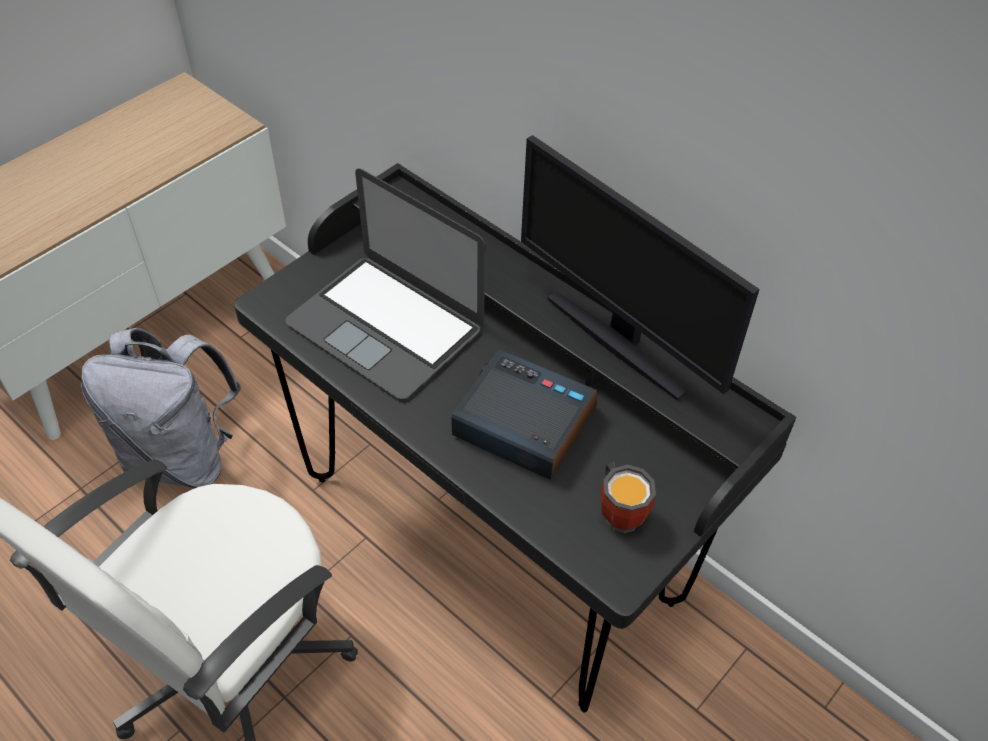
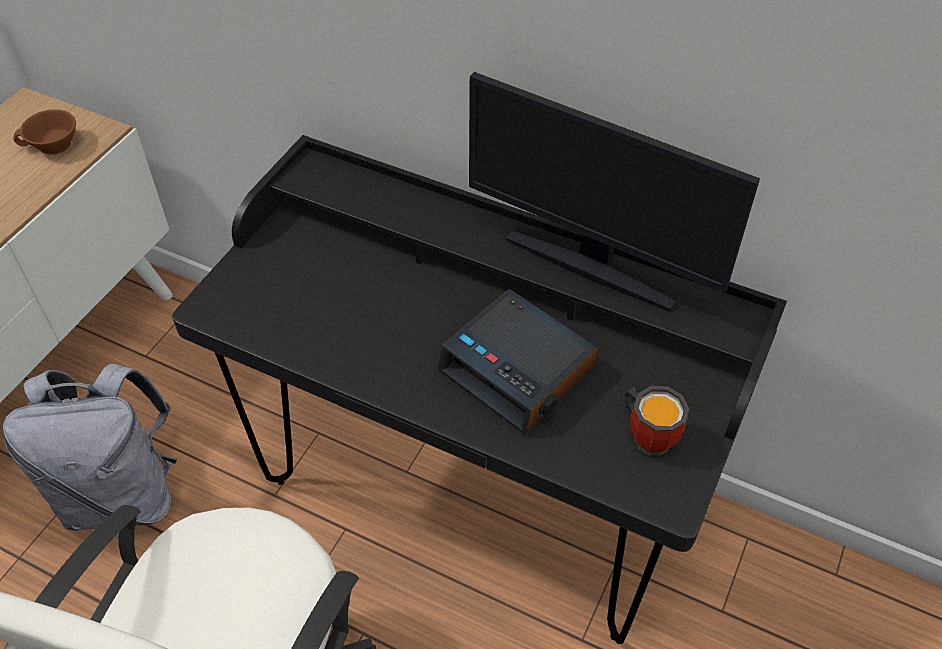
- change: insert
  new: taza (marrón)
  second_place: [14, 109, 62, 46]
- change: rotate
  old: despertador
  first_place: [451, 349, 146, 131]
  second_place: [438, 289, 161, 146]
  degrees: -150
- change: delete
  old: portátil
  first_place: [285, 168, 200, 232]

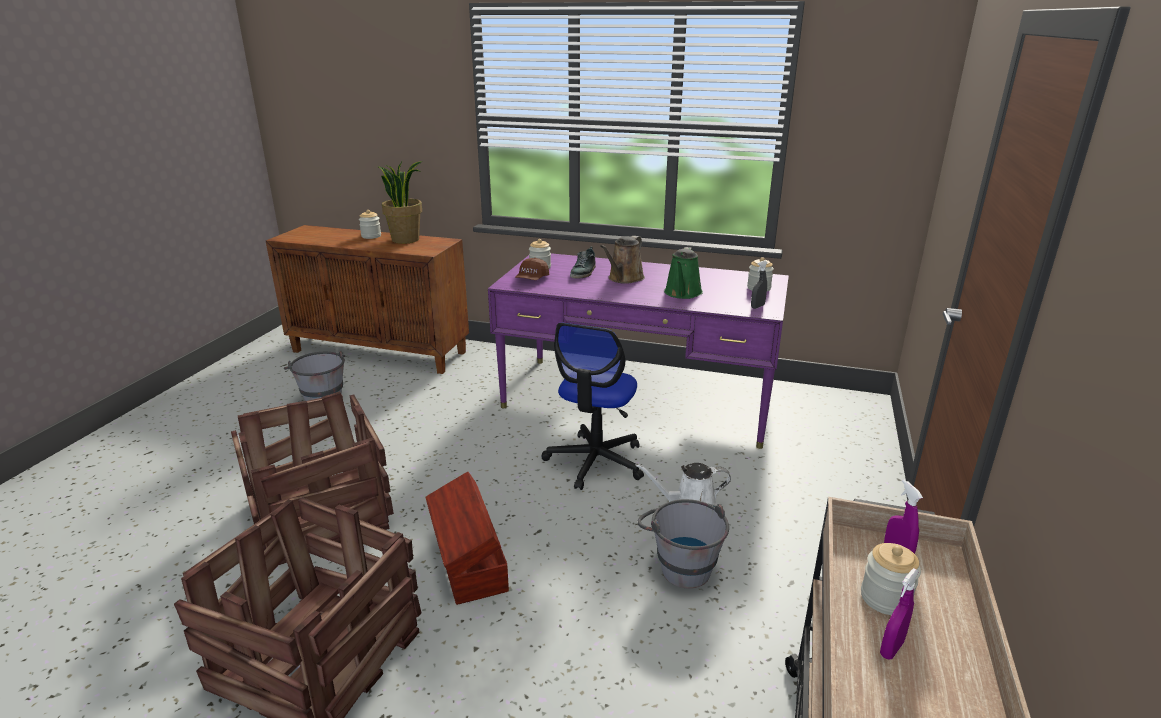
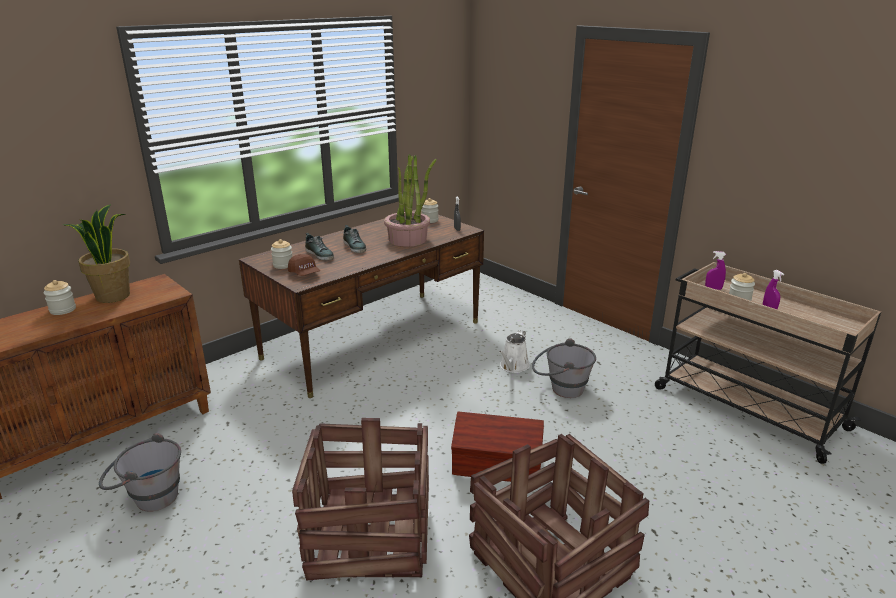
- change: recolor
  old: escritorio (morado)
  new: escritorio (marrón)
  first_place: [488, 253, 301, 196]
  second_place: [239, 210, 245, 188]
- change: replace
  old: regadera (marrón)
  new: zapato
  first_place: [600, 236, 45, 48]
  second_place: [343, 225, 23, 28]
- change: replace
  old: regadera (verde)
  new: planta en maceta
  first_place: [664, 247, 39, 52]
  second_place: [384, 154, 53, 93]
- change: delete
  old: silla de oficina
  first_place: [542, 323, 102, 167]

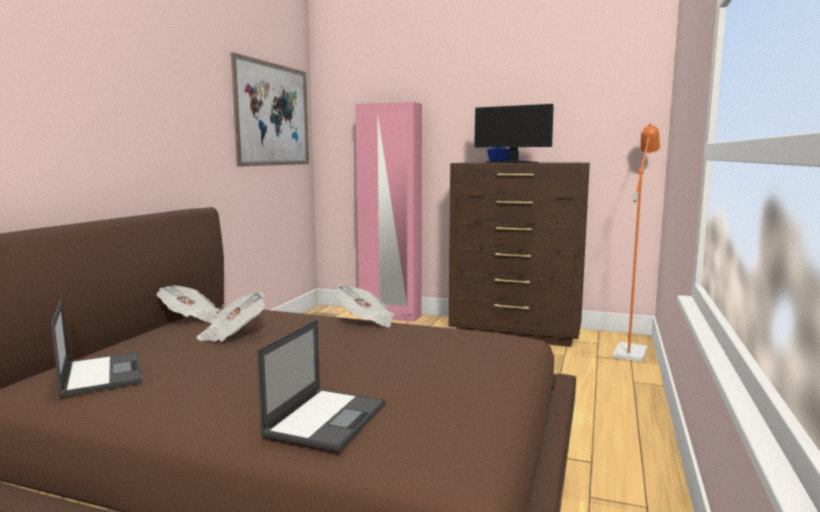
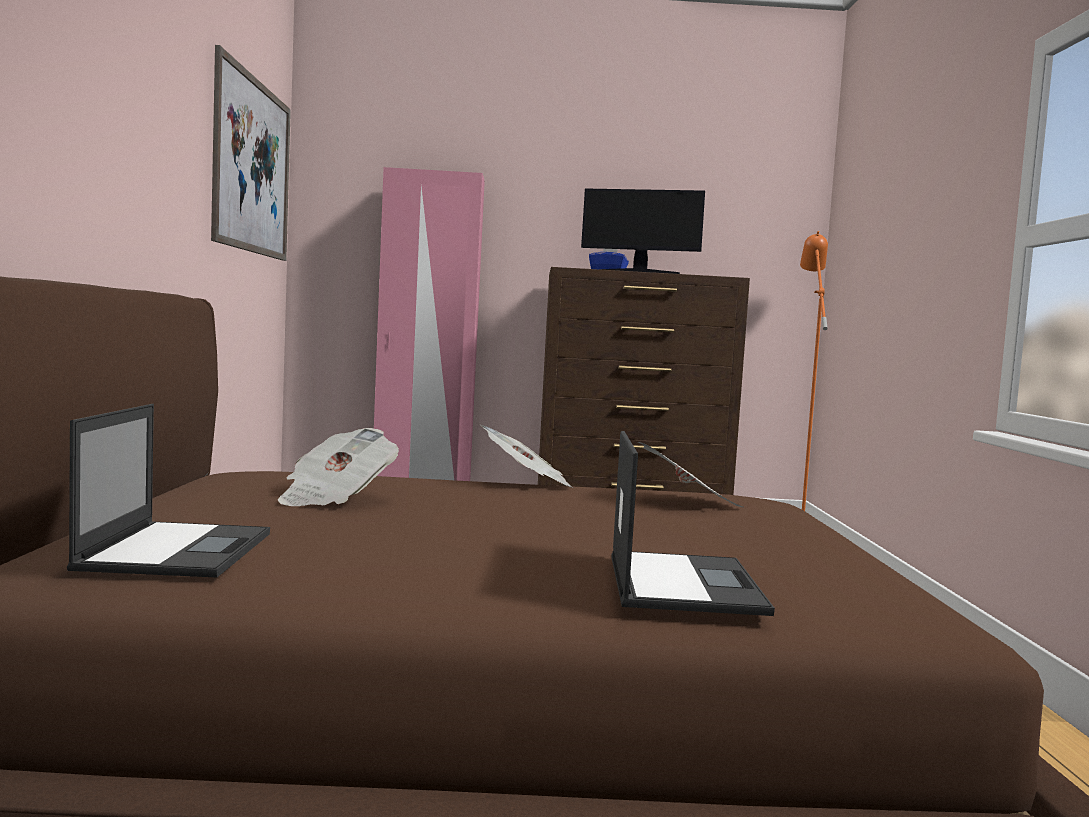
- change: rotate
  old: portátil
  first_place: [51, 300, 91, 97]
  second_place: [67, 404, 203, 174]
  degrees: 45
- change: move
  old: periódico
  first_place: [157, 286, 63, 36]
  second_place: [637, 442, 107, 65]

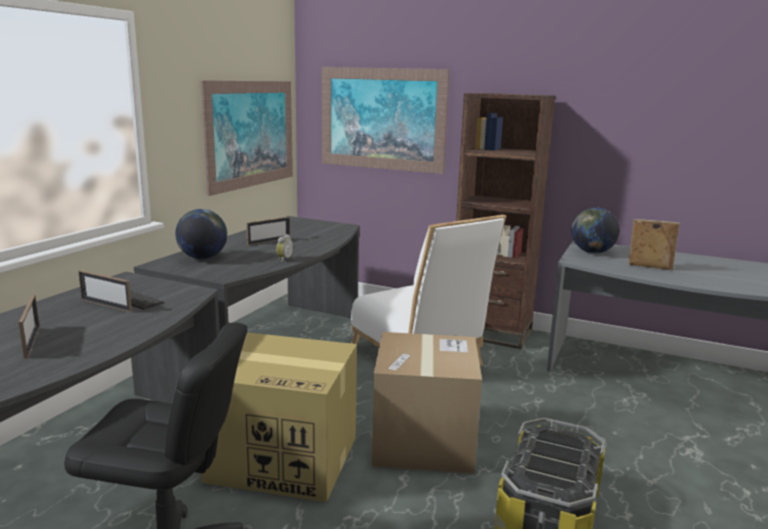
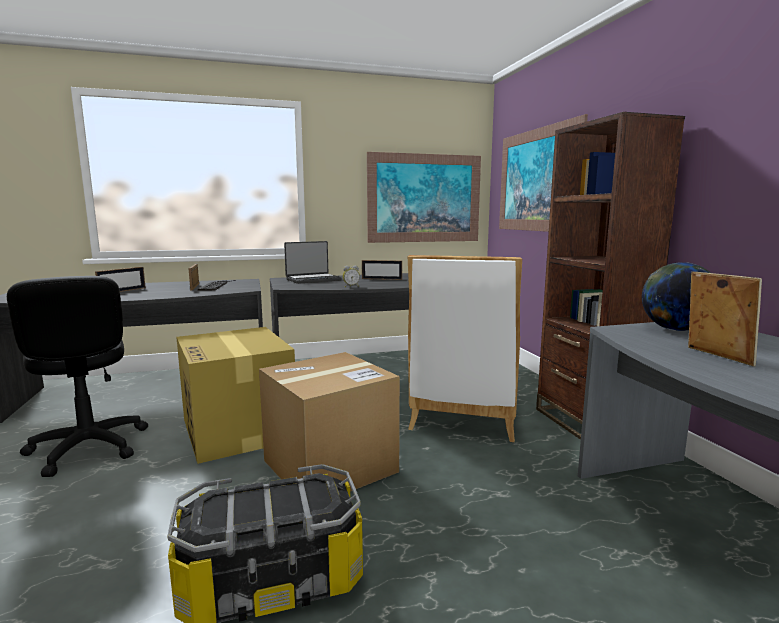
- change: replace
  old: globo terráqueo
  new: portátil
  first_place: [175, 209, 52, 50]
  second_place: [284, 241, 58, 43]

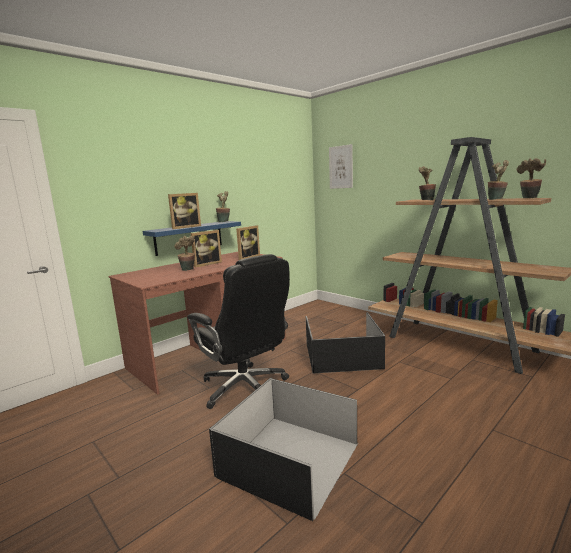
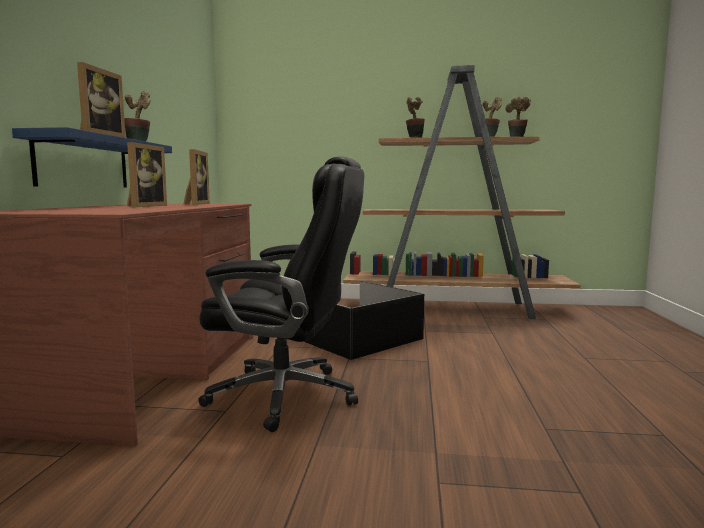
- change: delete
  old: planta en maceta
  first_place: [174, 236, 21, 35]
- change: delete
  old: caja de almacenaje (negro)
  first_place: [209, 378, 149, 143]
- change: delete
  old: cuadro
  first_place: [329, 144, 24, 45]

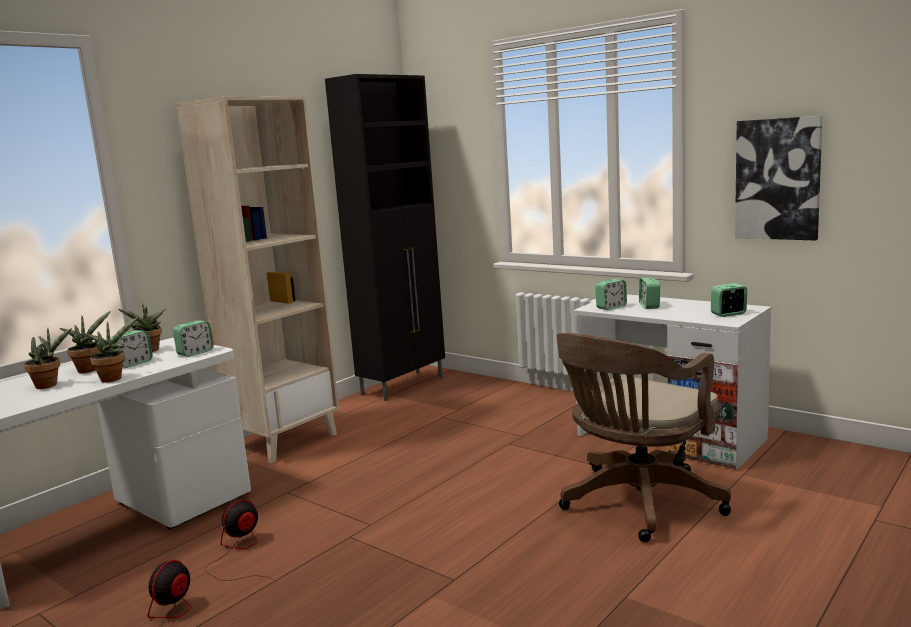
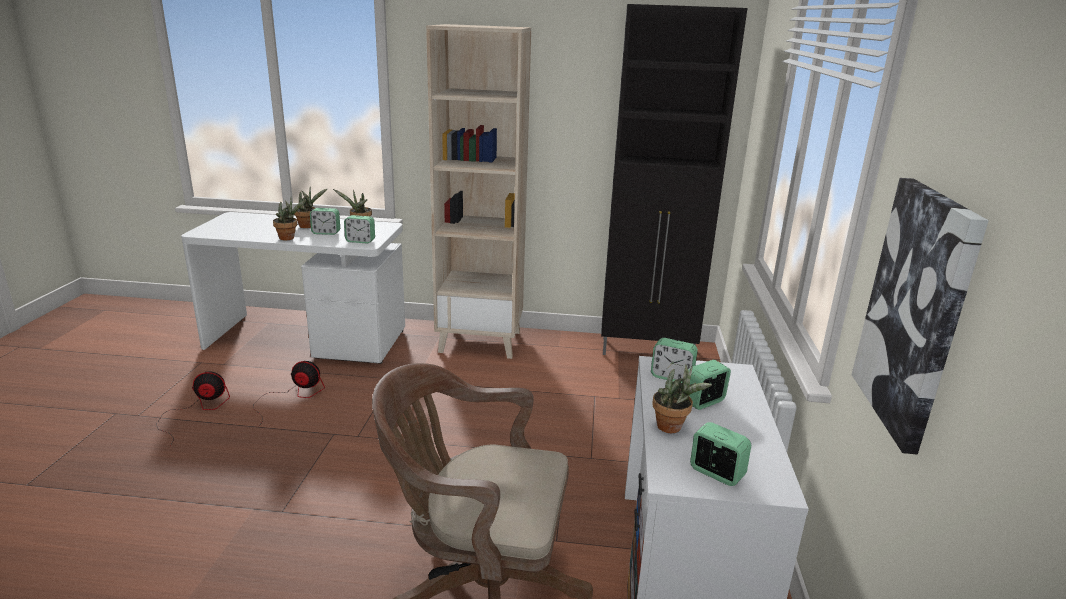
- change: move
  old: planta en maceta
  first_place: [24, 328, 48, 61]
  second_place: [652, 364, 60, 69]

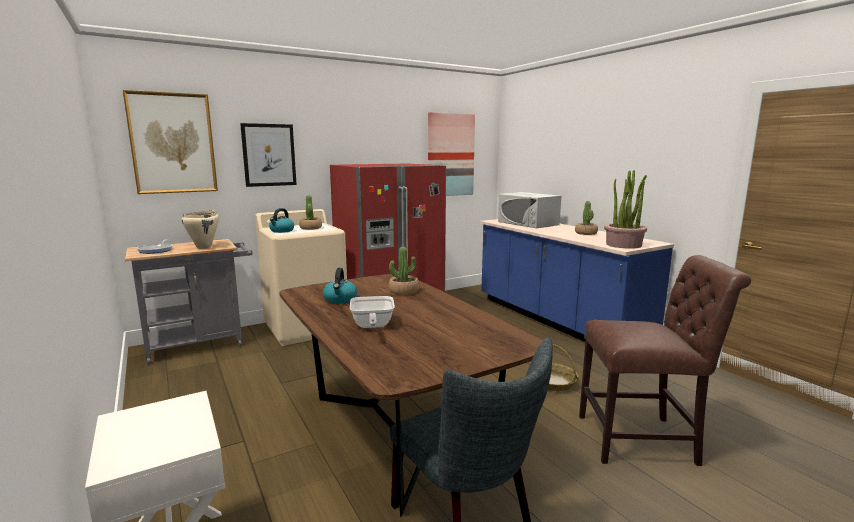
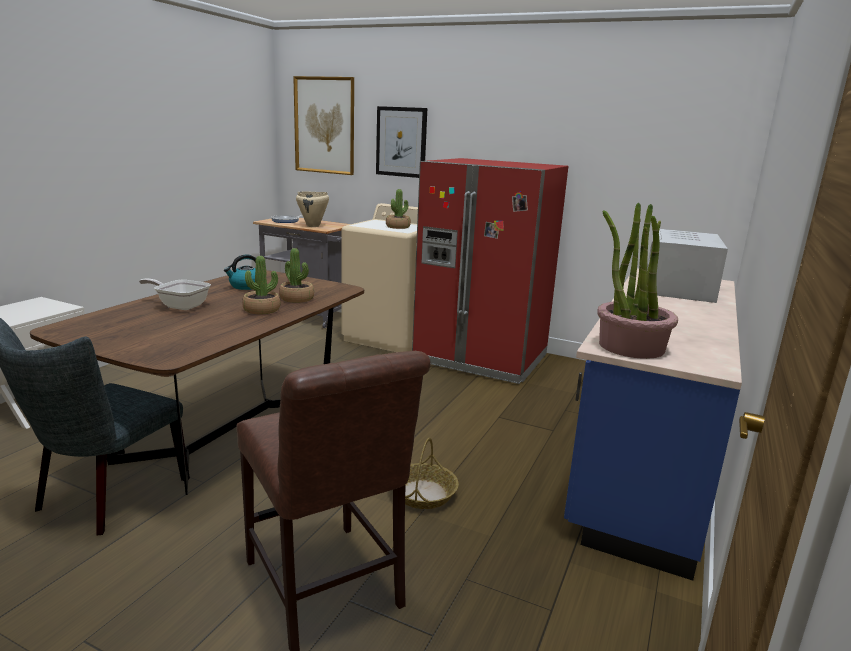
- change: rotate
  old: sartén
  first_place: [350, 296, 45, 32]
  second_place: [139, 278, 72, 32]
  degrees: 60
- change: move
  old: planta en maceta
  first_place: [575, 201, 23, 34]
  second_place: [242, 256, 38, 58]
- change: delete
  old: hervidor
  first_place: [269, 208, 25, 25]
- change: delete
  old: cuadro
  first_place: [428, 112, 47, 84]

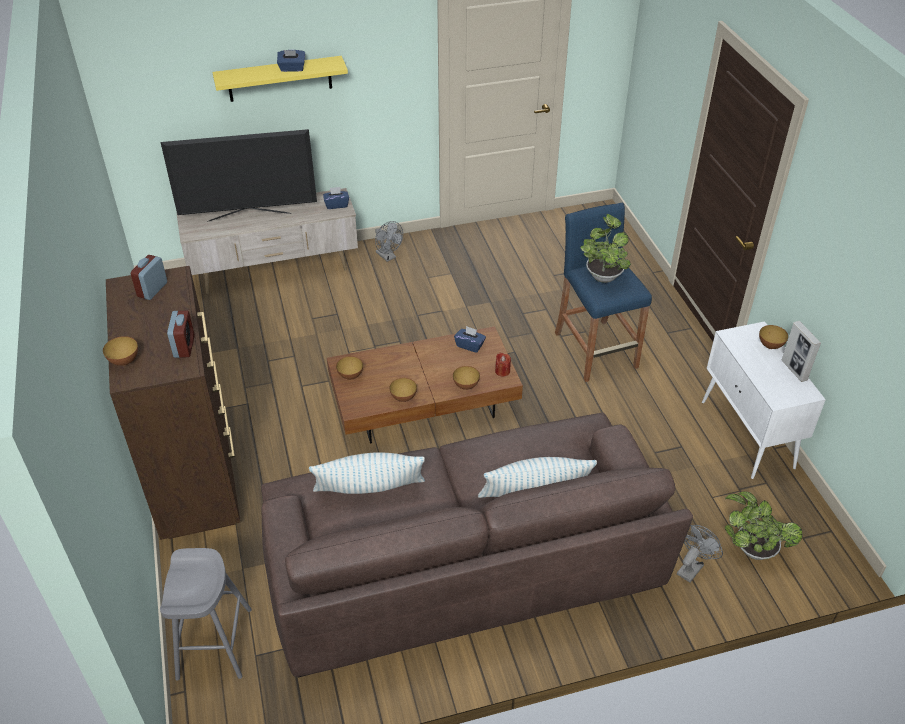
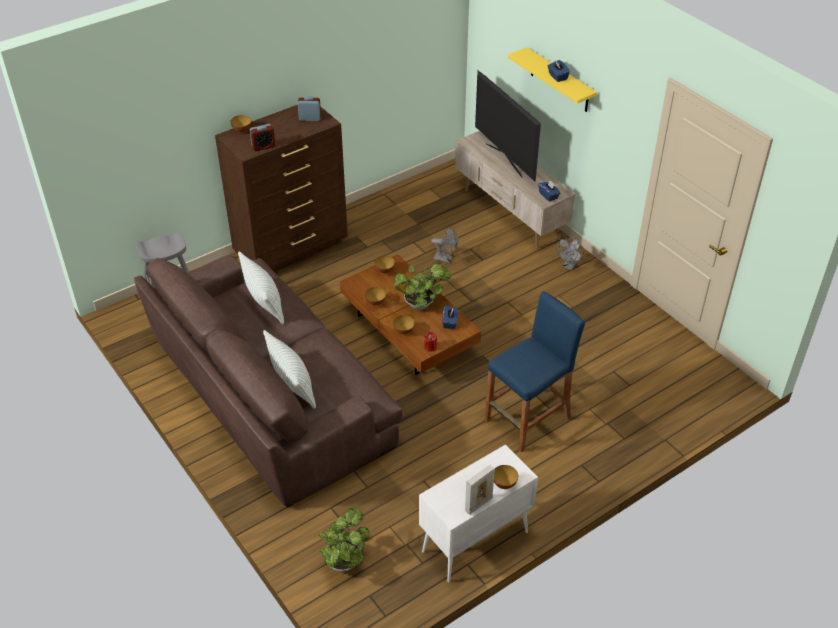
- change: move
  old: planta en maceta
  first_place: [580, 214, 51, 69]
  second_place: [394, 264, 57, 46]
- change: move
  old: ventilador (gris)
  first_place: [677, 525, 46, 57]
  second_place: [431, 228, 27, 35]

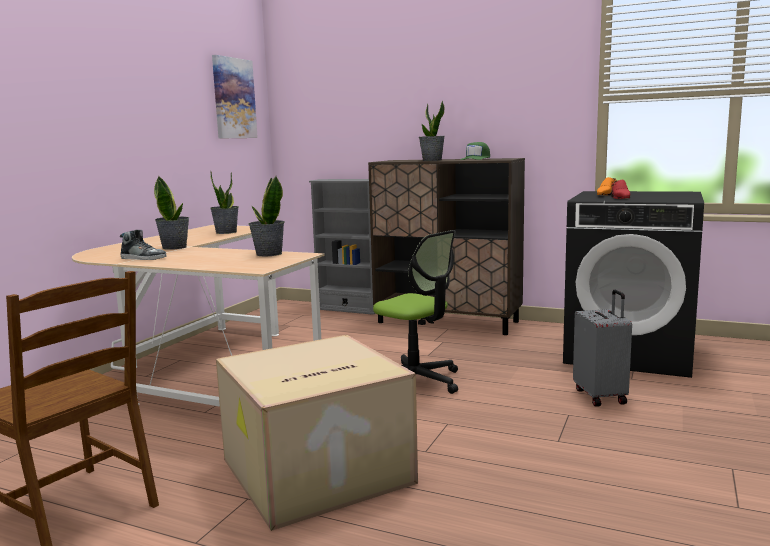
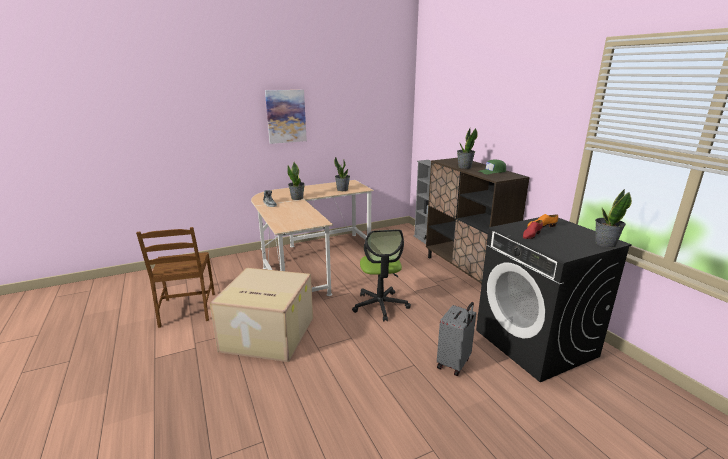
- change: move
  old: cuadro
  first_place: [212, 55, 46, 84]
  second_place: [265, 90, 42, 54]
- change: move
  old: planta en maceta
  first_place: [249, 176, 36, 80]
  second_place: [595, 189, 37, 59]

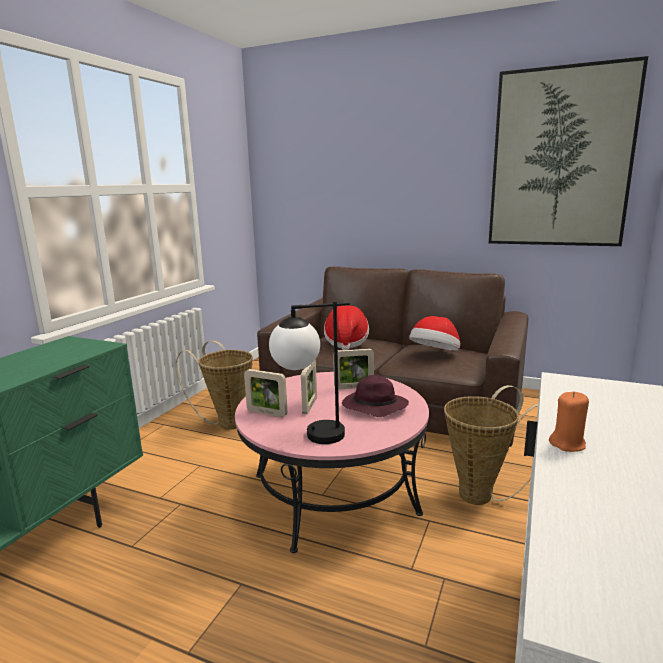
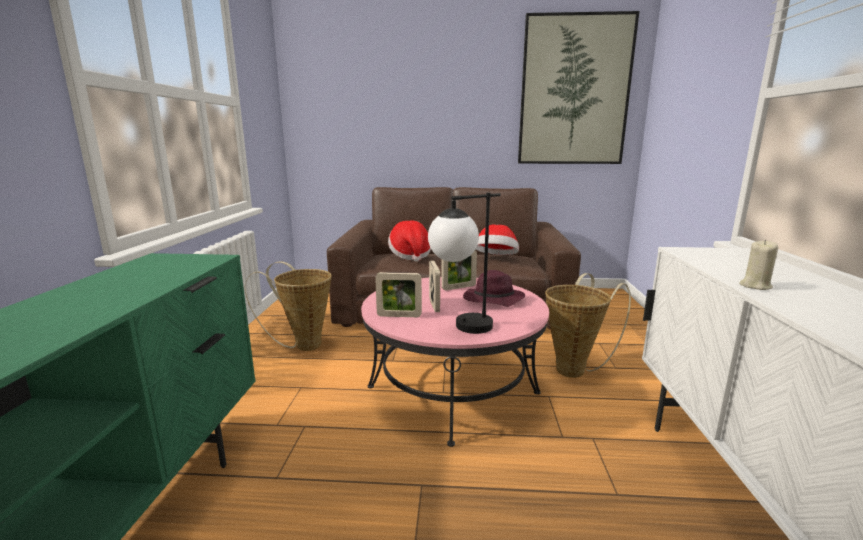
- change: recolor
  old: vela (naranja)
  new: vela (beis)
  first_place: [549, 392, 40, 60]
  second_place: [739, 240, 39, 50]

